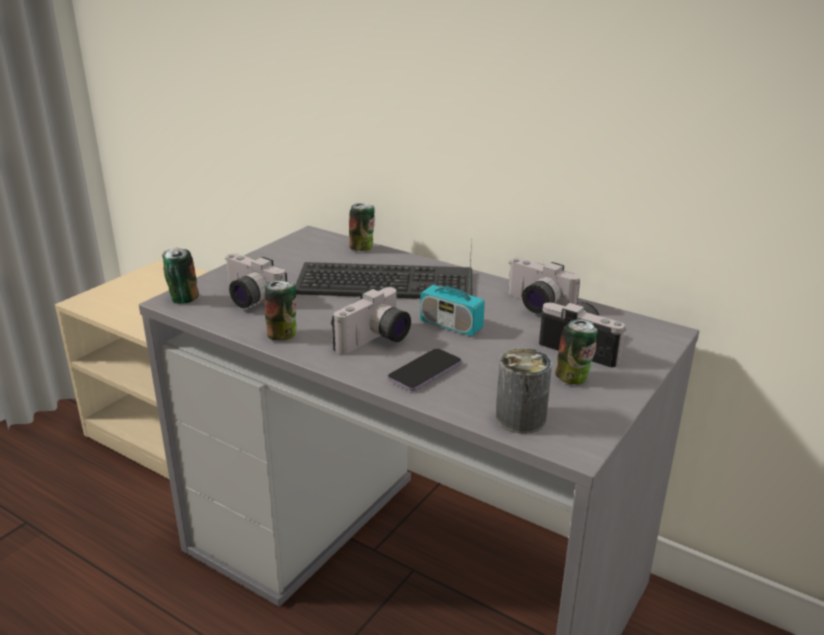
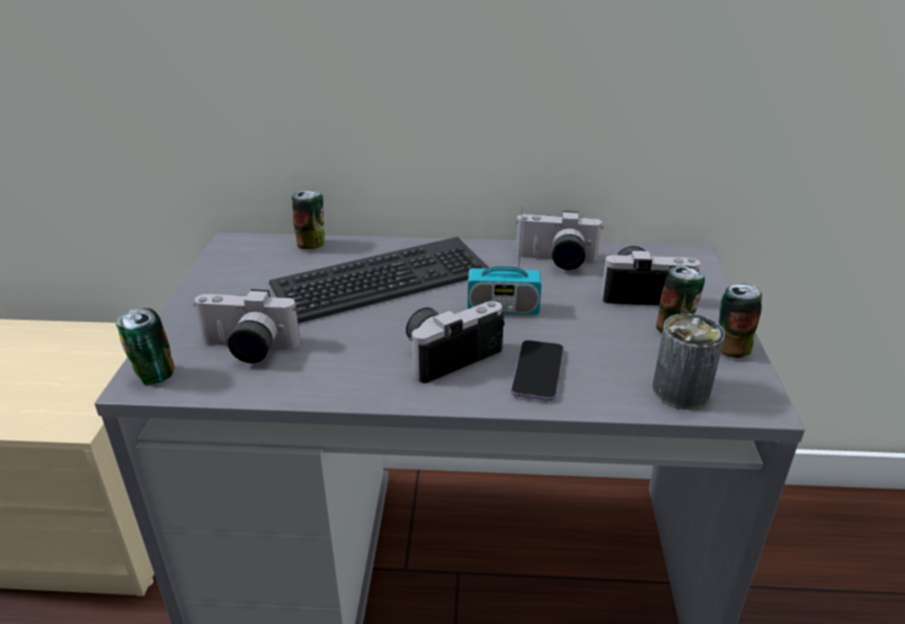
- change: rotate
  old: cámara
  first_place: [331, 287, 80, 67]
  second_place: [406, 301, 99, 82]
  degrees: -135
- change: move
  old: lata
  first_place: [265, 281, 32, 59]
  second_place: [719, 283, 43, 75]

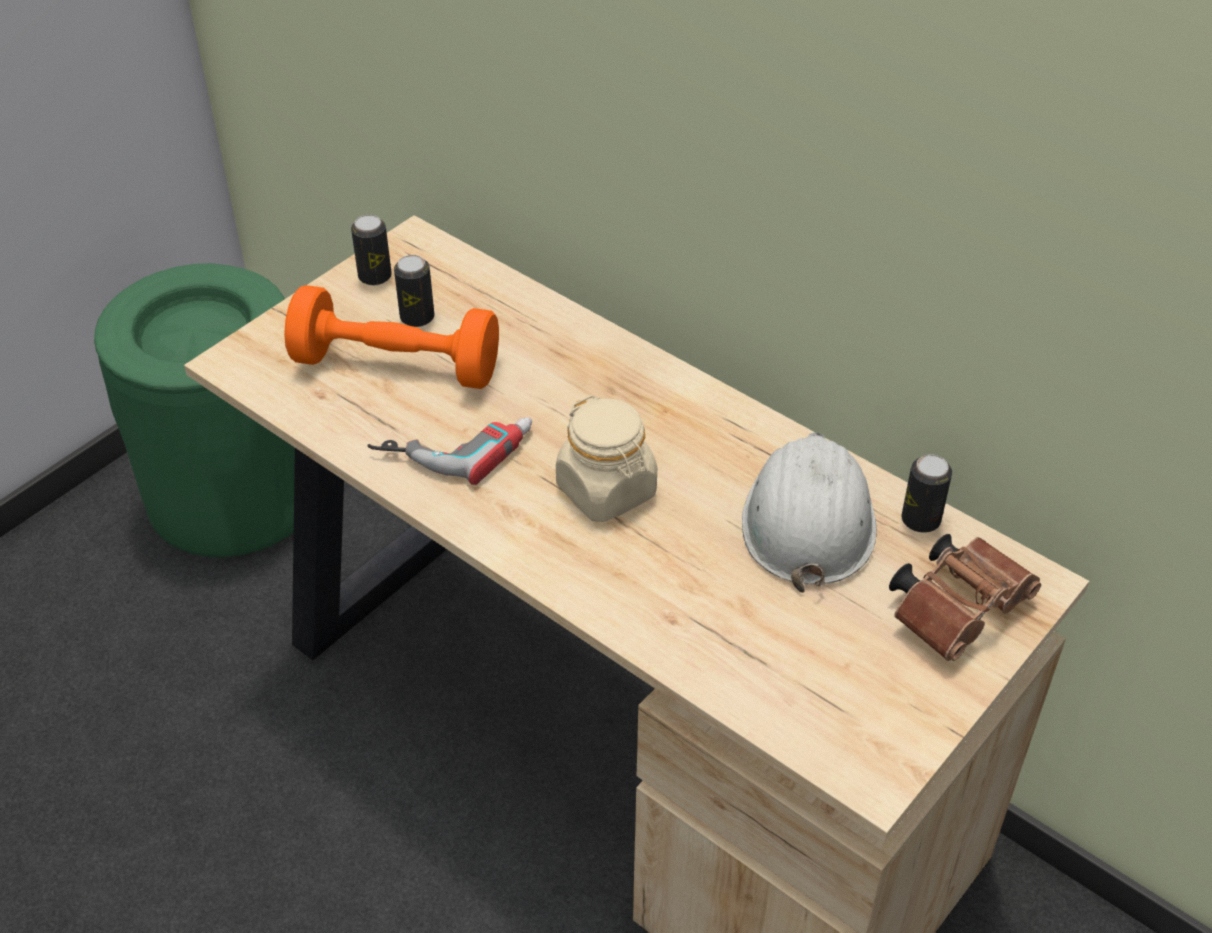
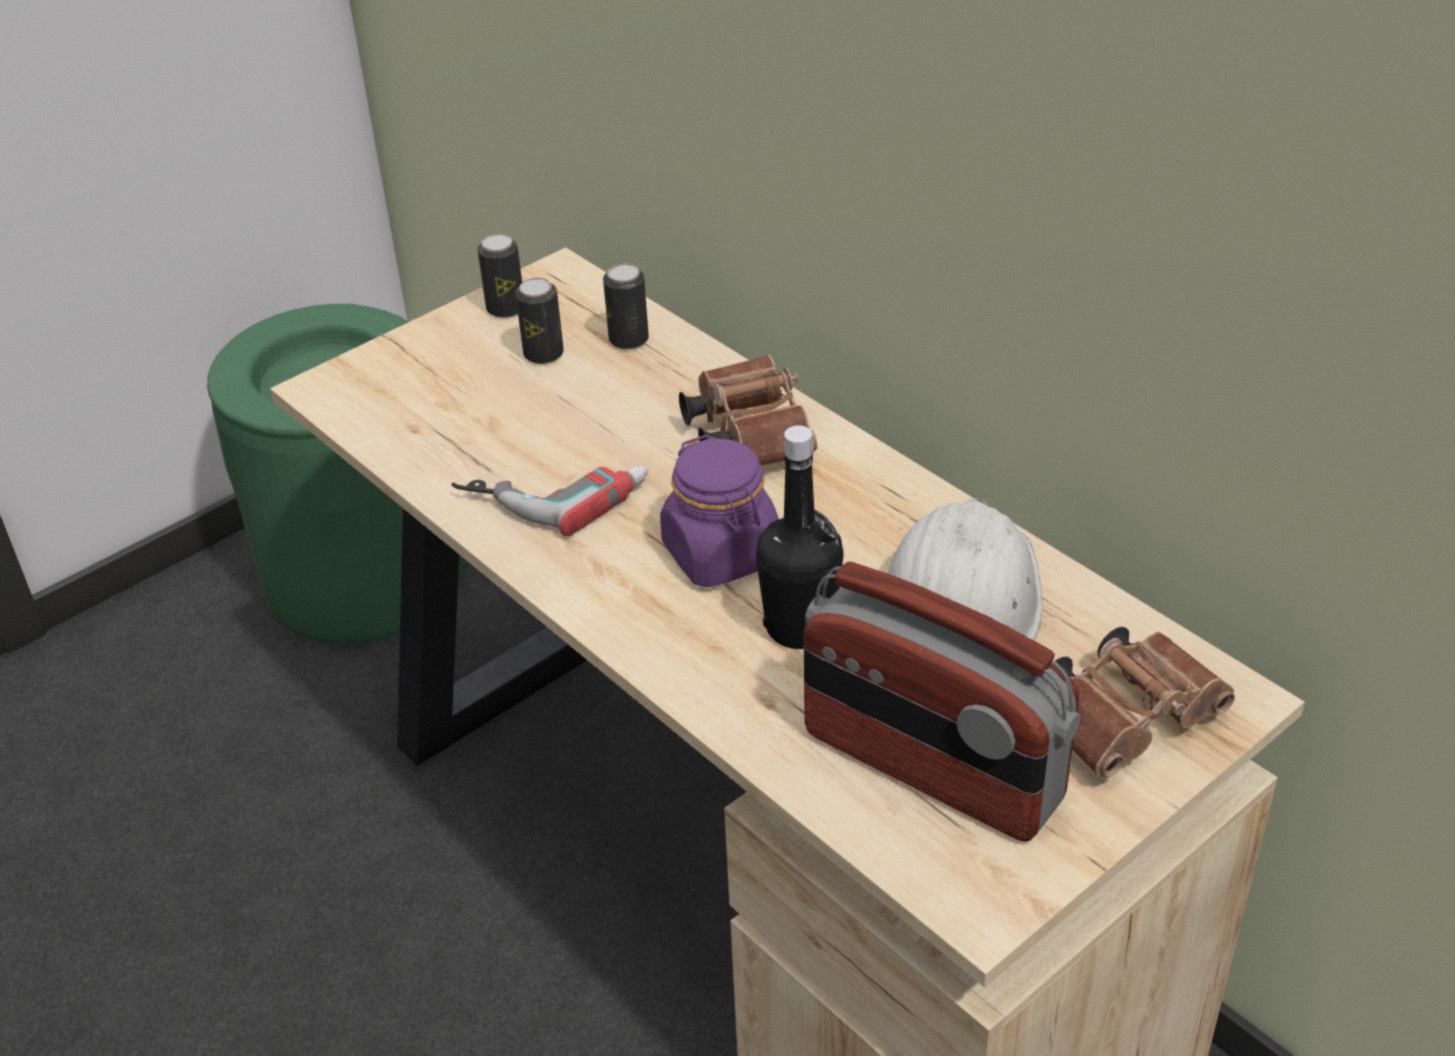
- change: move
  old: lata
  first_place: [902, 454, 50, 79]
  second_place: [603, 264, 46, 85]
- change: recolor
  old: tarro (beis)
  new: tarro (morado)
  first_place: [556, 395, 101, 127]
  second_place: [660, 434, 119, 153]
- change: insert
  new: prismáticos (marrón)
  second_place: [679, 355, 138, 110]
- change: insert
  new: botella (negro)
  second_place: [756, 425, 88, 224]
- change: insert
  new: radio
  second_place: [804, 562, 277, 280]
- change: delete
  old: mancuerna (naranja)
  first_place: [284, 285, 215, 104]

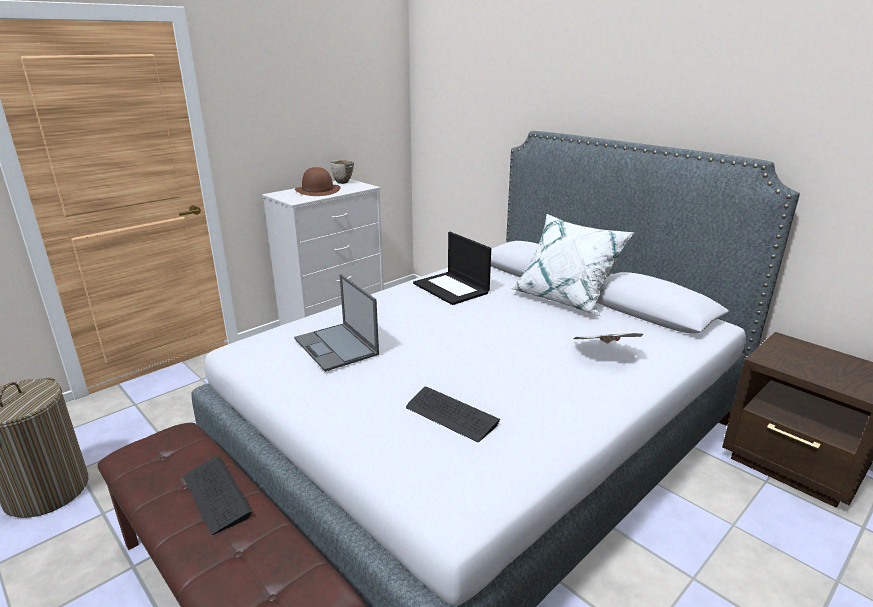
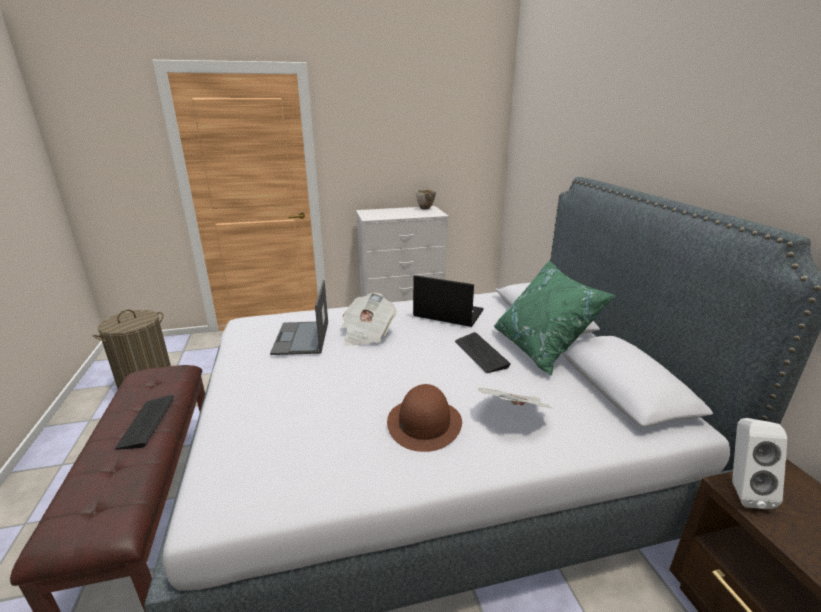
- change: insert
  new: periódico
  second_place: [342, 293, 54, 53]
- change: move
  old: sombrero (marrón)
  first_place: [295, 167, 45, 29]
  second_place: [387, 384, 75, 68]
- change: rotate
  old: portátil
  first_place: [413, 232, 78, 73]
  second_place: [413, 275, 70, 52]
  degrees: 120
- change: move
  old: teclado
  first_place: [406, 387, 94, 55]
  second_place: [455, 332, 56, 41]
- change: recolor
  old: cojín (blanco)
  new: cojín (verde)
  first_place: [511, 214, 124, 102]
  second_place: [494, 260, 122, 116]
- change: insert
  new: altavoz (blanco)
  second_place: [732, 418, 56, 91]

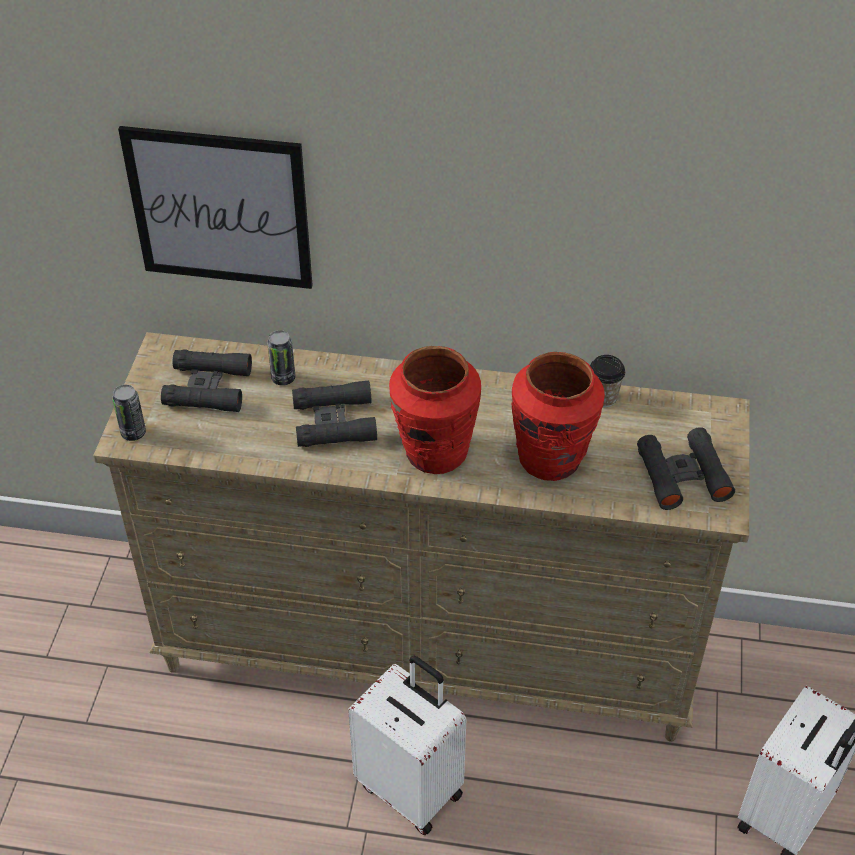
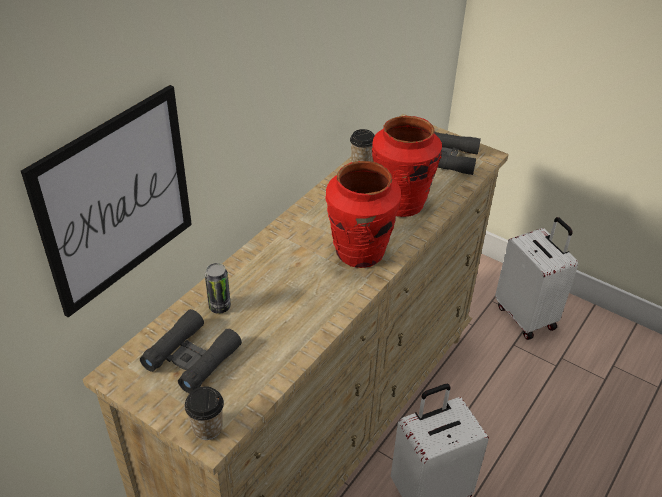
- change: replace
  old: lata
  new: taza
  first_place: [112, 384, 34, 57]
  second_place: [184, 386, 40, 54]
- change: delete
  old: prismáticos (negro)
  first_place: [292, 380, 85, 67]

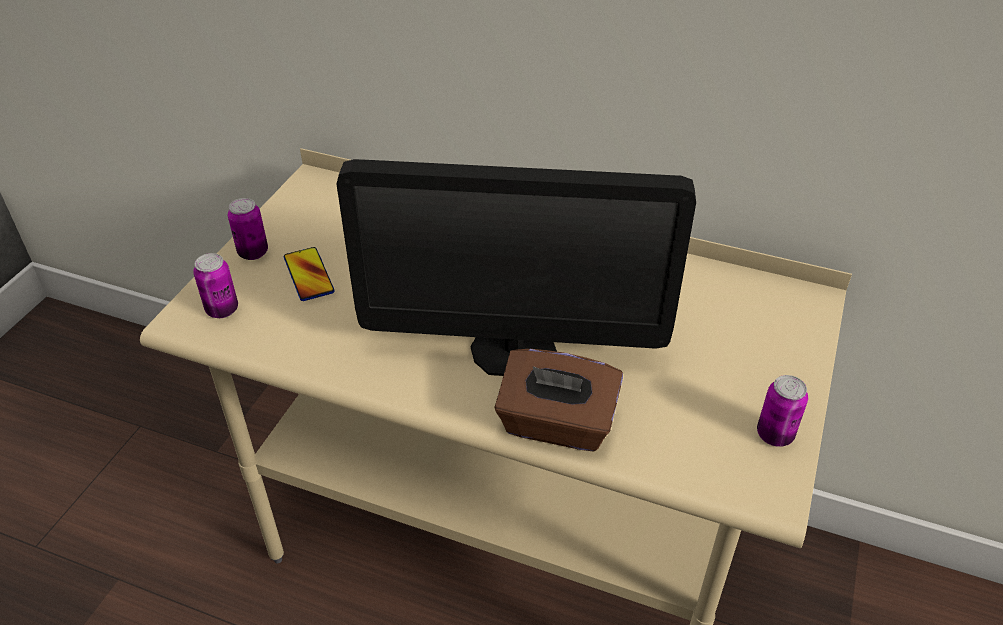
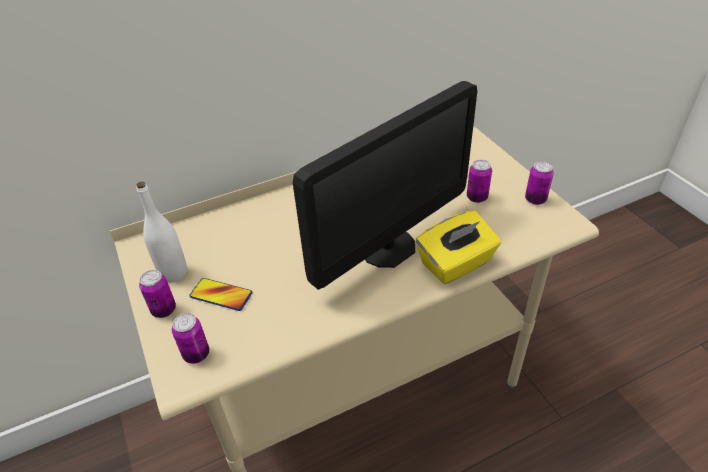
- change: insert
  new: botella (blanco)
  second_place: [136, 181, 51, 101]
- change: recolor
  old: caja de pañuelos (marrón)
  new: caja de pañuelos (amarillo)
  first_place: [494, 349, 129, 103]
  second_place: [416, 210, 85, 74]
- change: insert
  new: lata
  second_place: [467, 160, 25, 43]

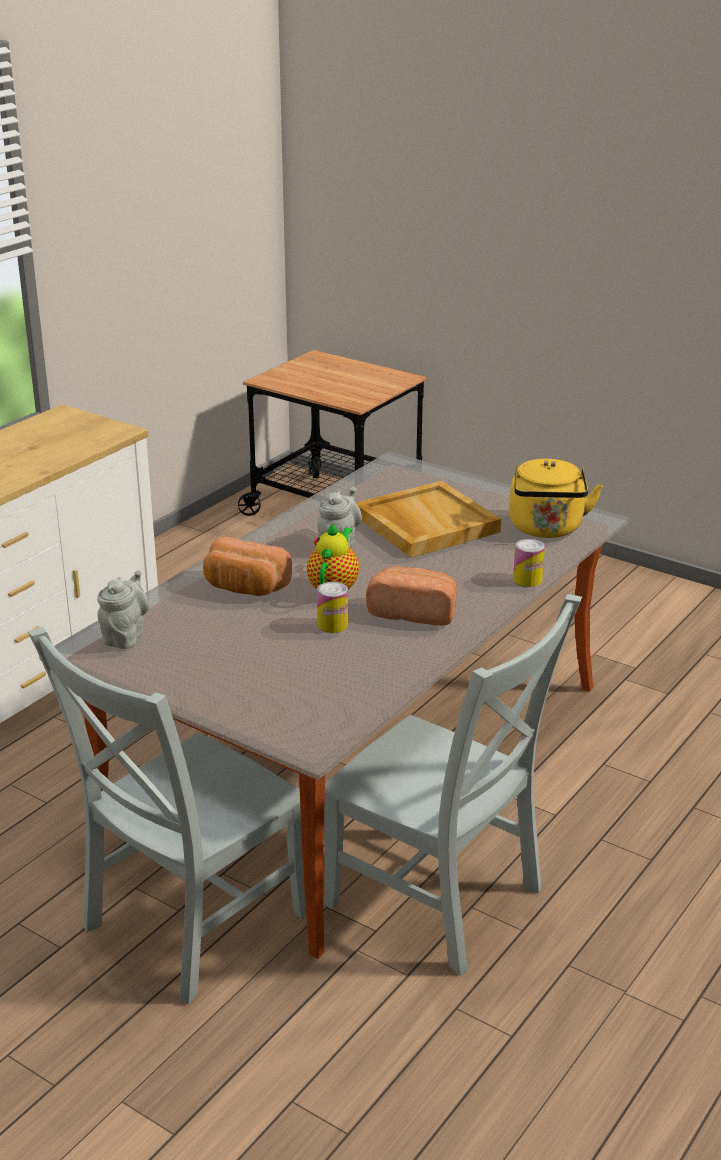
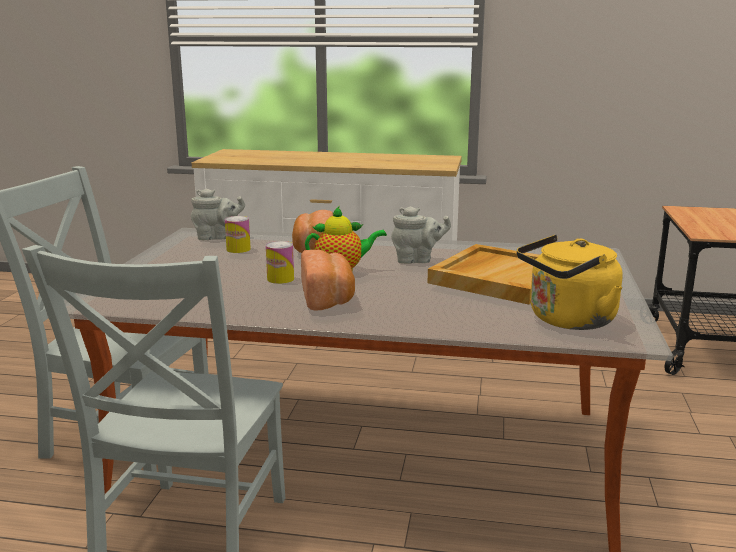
- change: move
  old: lata
  first_place: [513, 539, 32, 48]
  second_place: [225, 216, 26, 37]

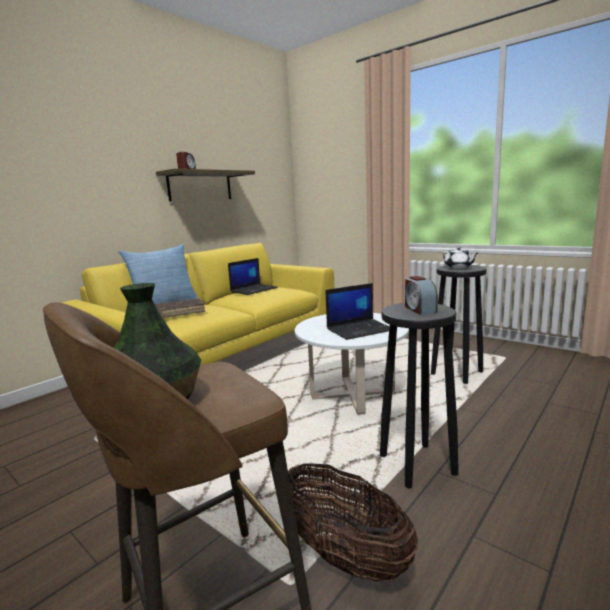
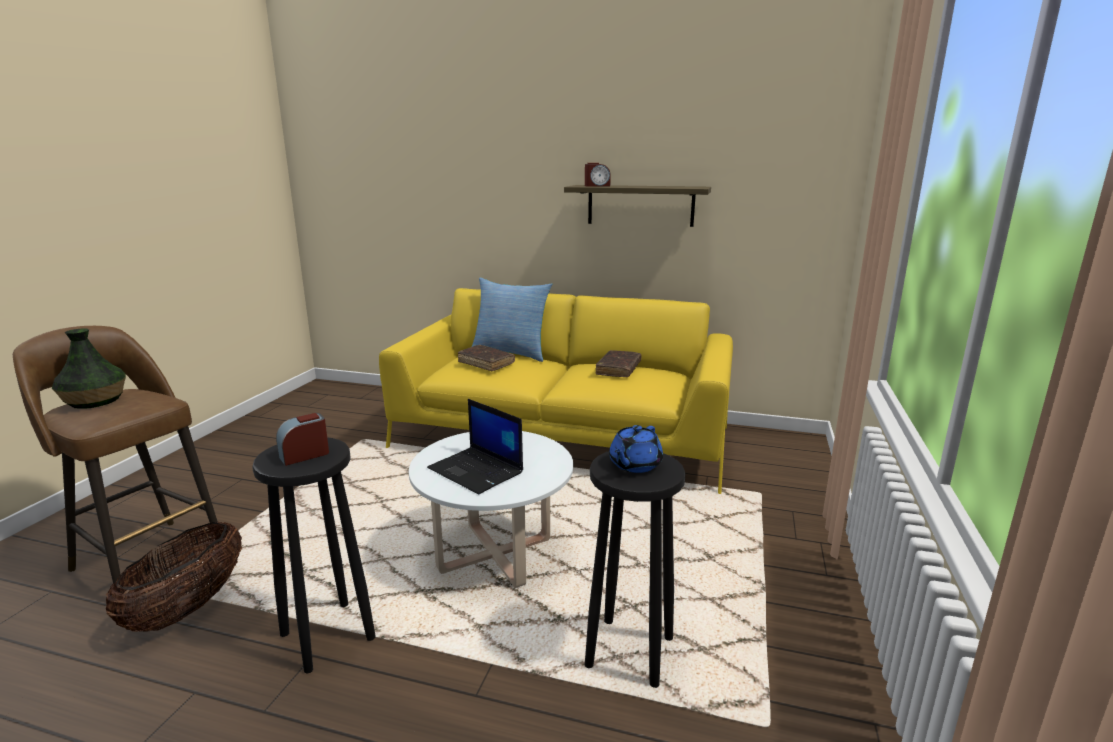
- change: replace
  old: portátil
  new: libro (marrón)
  first_place: [228, 258, 50, 37]
  second_place: [596, 350, 45, 27]
- change: recolor
  old: tetera (blanco)
  new: tetera (azul)
  first_place: [442, 247, 36, 22]
  second_place: [609, 425, 54, 48]

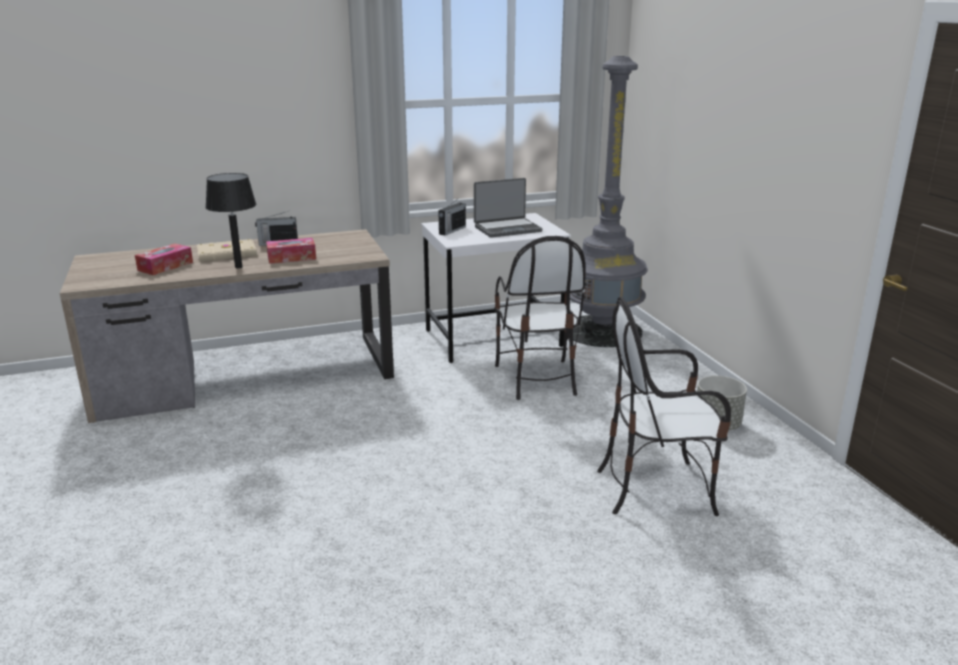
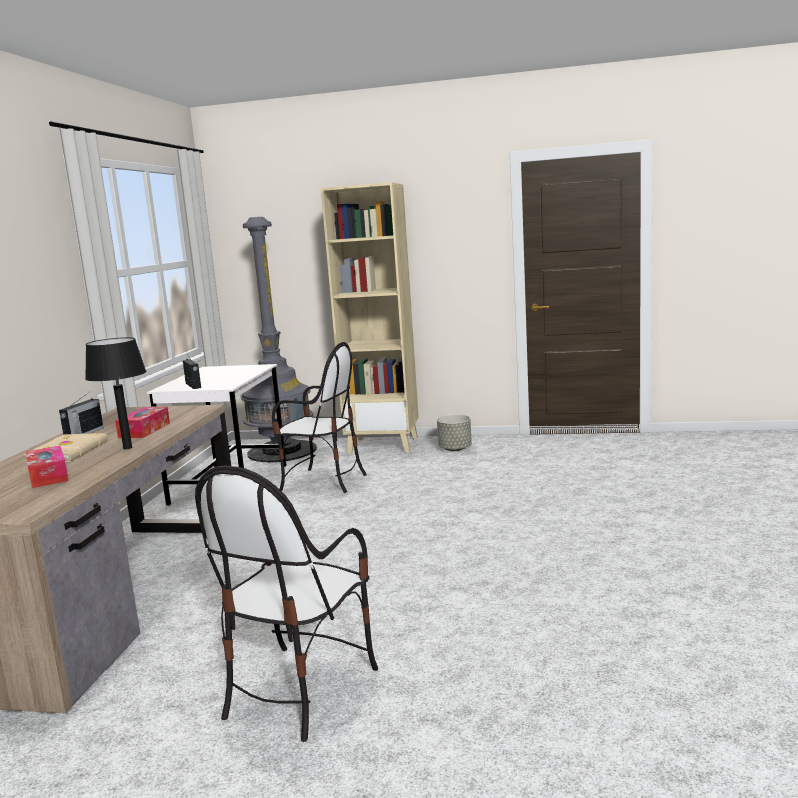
- change: move
  old: silla
  first_place: [597, 296, 134, 220]
  second_place: [195, 465, 183, 277]
- change: insert
  new: estantería (beis)
  second_place: [321, 182, 98, 272]
- change: delete
  old: portátil
  first_place: [474, 178, 68, 60]

